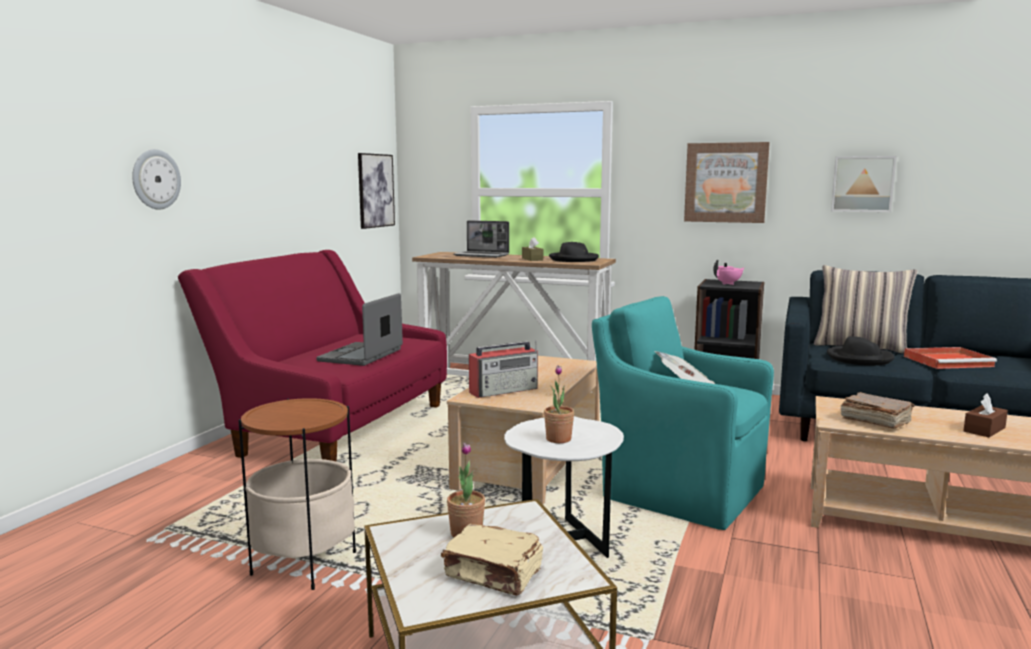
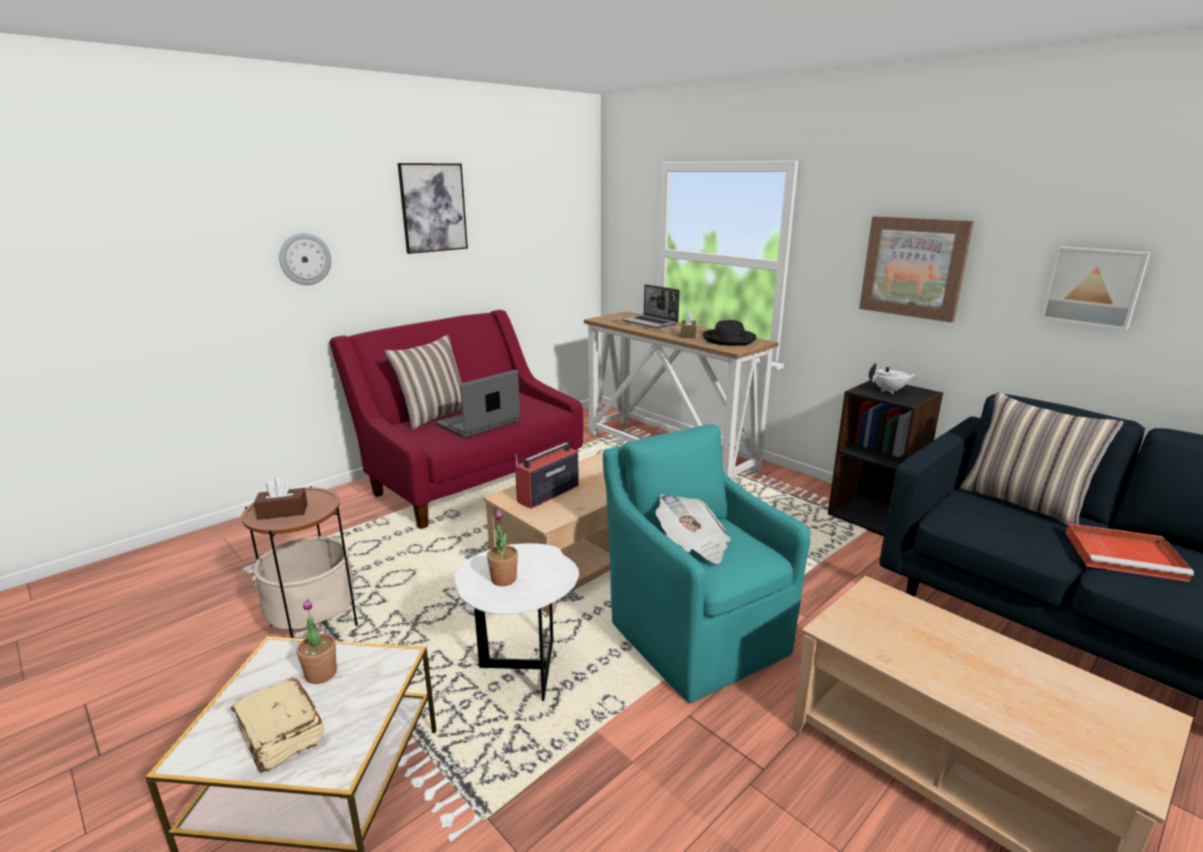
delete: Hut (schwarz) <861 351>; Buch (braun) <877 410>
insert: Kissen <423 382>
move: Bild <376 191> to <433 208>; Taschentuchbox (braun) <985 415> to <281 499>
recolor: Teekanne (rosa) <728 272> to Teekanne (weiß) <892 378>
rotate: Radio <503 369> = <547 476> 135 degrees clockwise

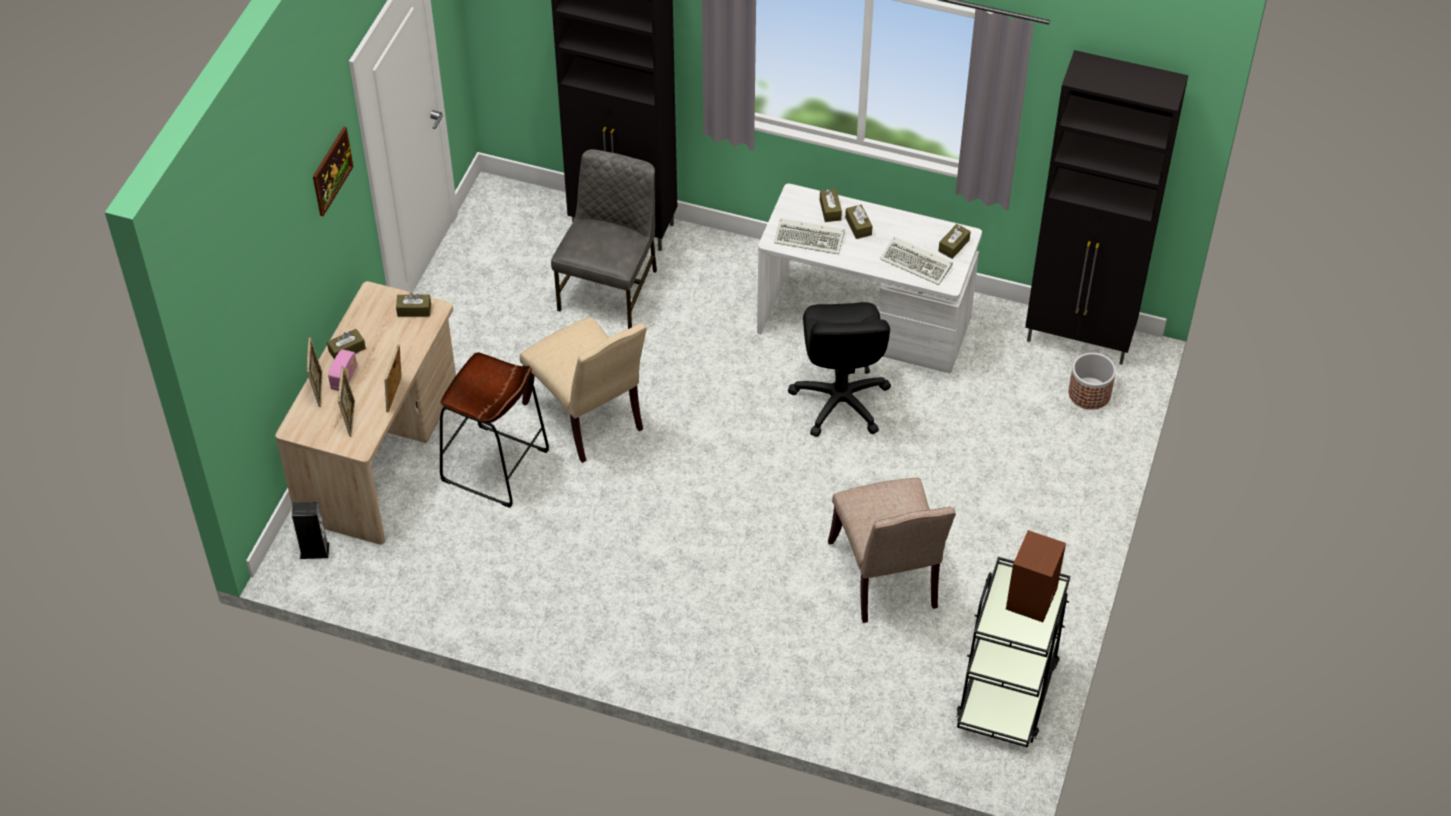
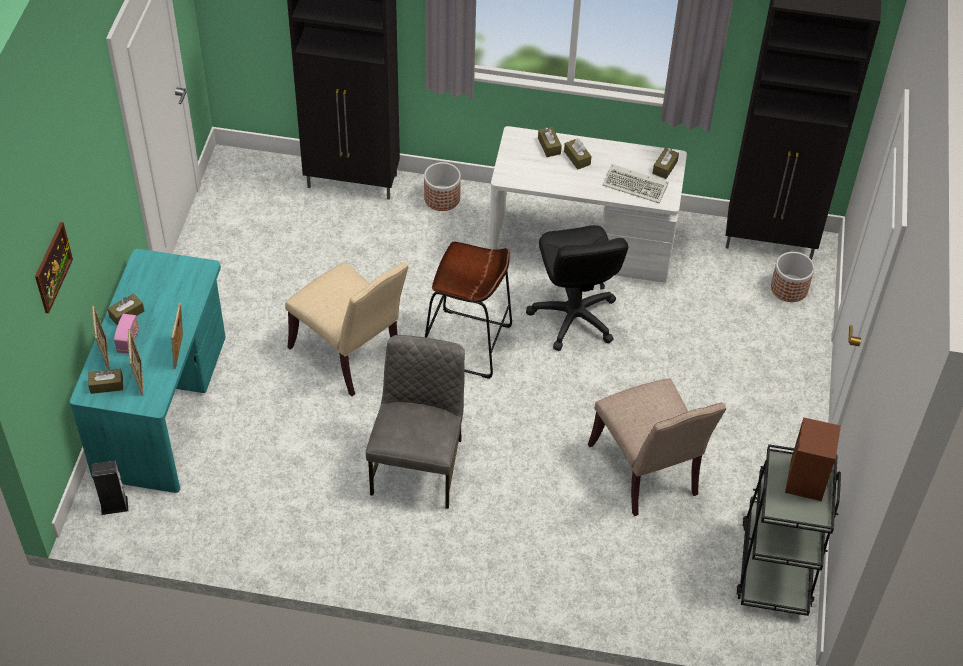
delete: Tastatur <809 236>
insert: Pflanzkübel <442 186>
move: Bild <333 171> to <54 268>; Taschentuchbox (braun) <413 305> to <105 381>; Hocker (braun) <494 430> to <468 310>; Stuhl (grau) <604 239> to <415 422>
recolor: Schreibtisch (beige) <365 413> to Schreibtisch (türkis) <148 371>

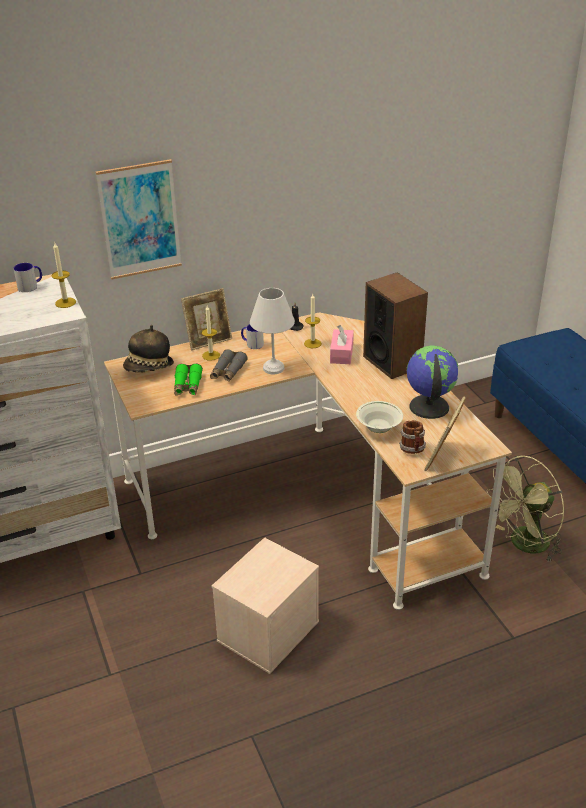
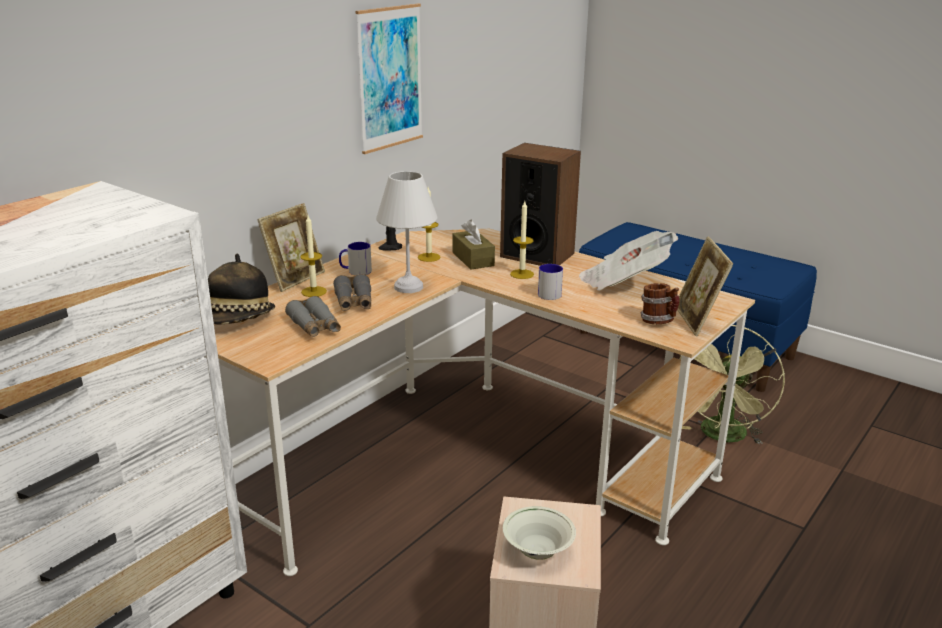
move: Henkelbecher <27 277> to <550 282>; Kerze <64 275> to <522 240>; Bild <139 219> to <389 79>; Schüssel (weiß) <379 417> to <539 533>
replace: Globus <432 382> to Zeitung <628 261>
recolor: Fernglas (grün) <188 379> to Fernglas (grau) <313 316>; Taschentuchbox (rosa) <342 344> to Taschentuchbox (braun) <473 245>

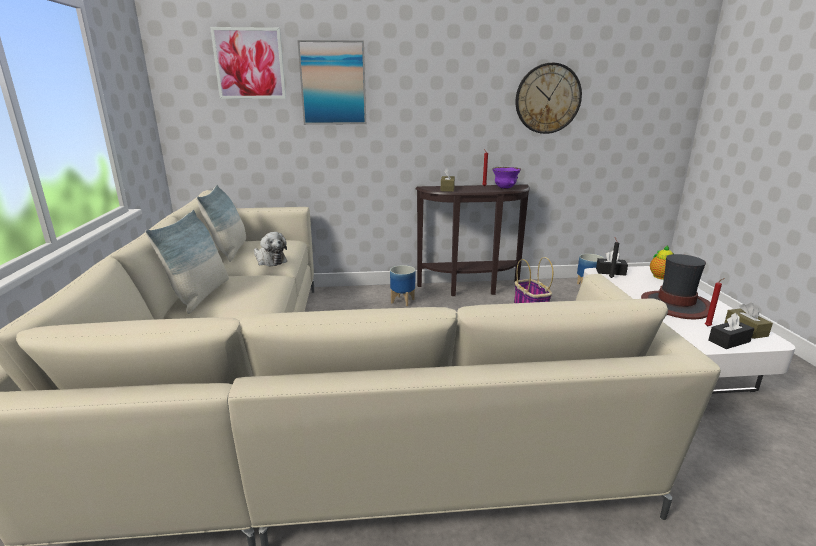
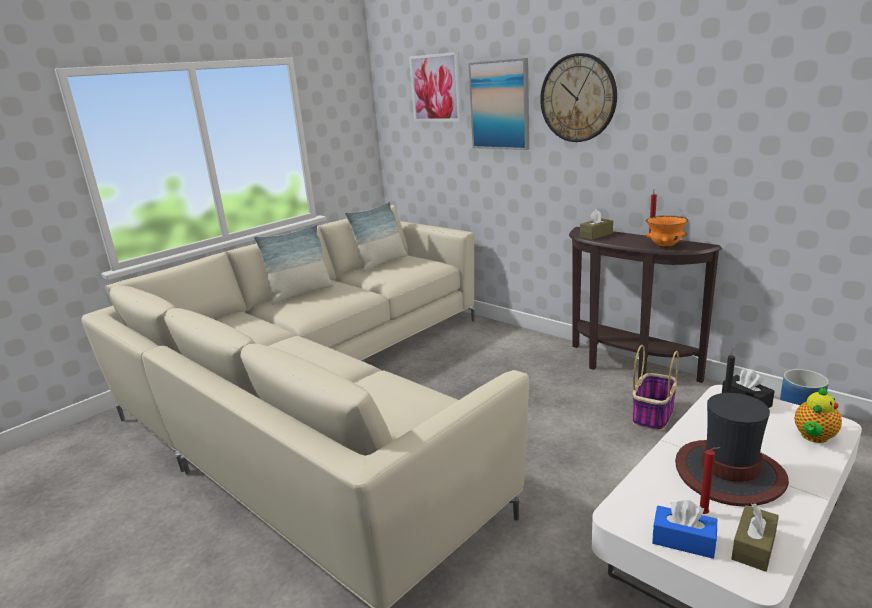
delete: Plüschtier <270 249>; Pflanzkübel <402 285>
move: Wanduhr <548 98> to <578 97>
recolor: Schüssel (lila) <506 178> to Schüssel (orange) <666 231>; Taschentuchbox (schwarz) <731 331> to Taschentuchbox (blau) <684 529>

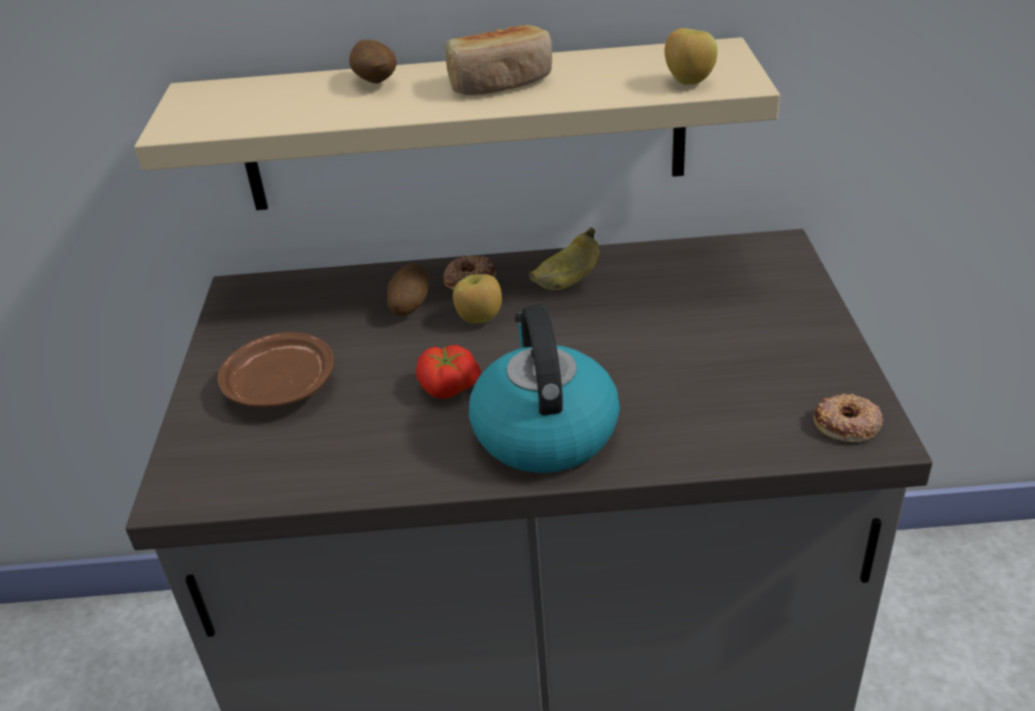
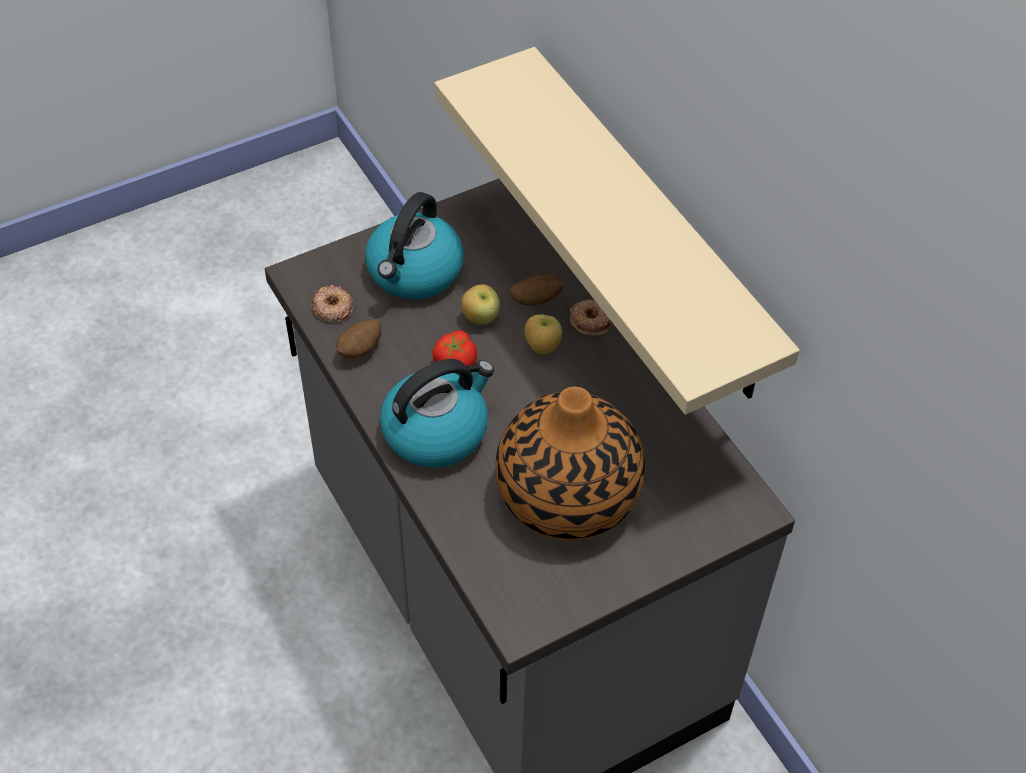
delete: Brot <499 60>; Banane <564 258>
insert: Vase <570 463>
move: Kartoffel <373 62> to <358 338>; Apfel <690 56> to <480 304>; Donut <848 418> to <332 304>
replace: Teller (braun) <275 370> to Wasserkessel <414 246>

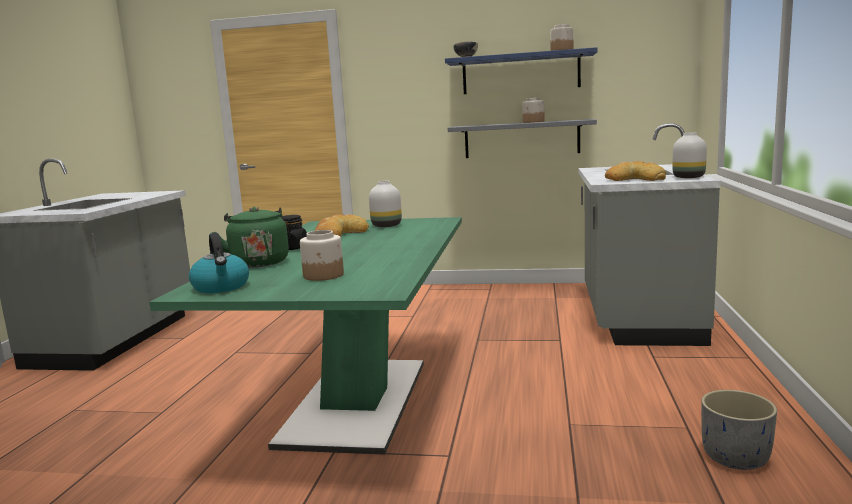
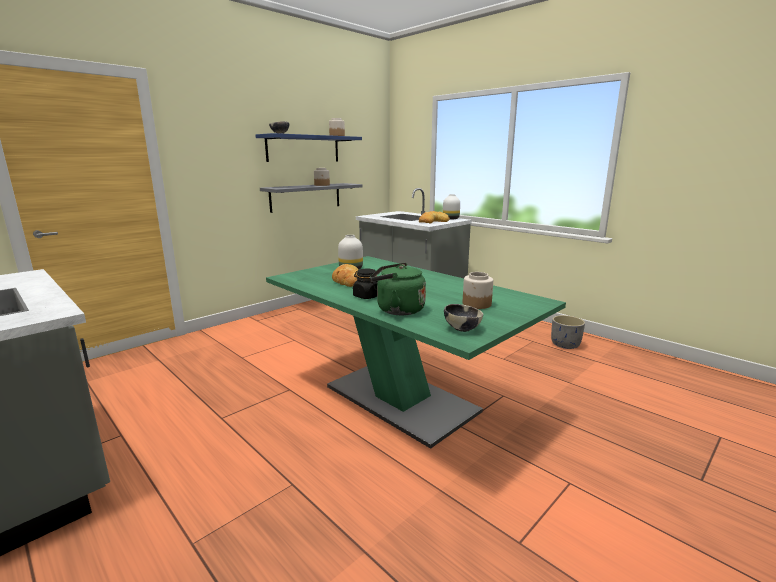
replace: Wasserkessel <219 263> to Schüssel <463 318>

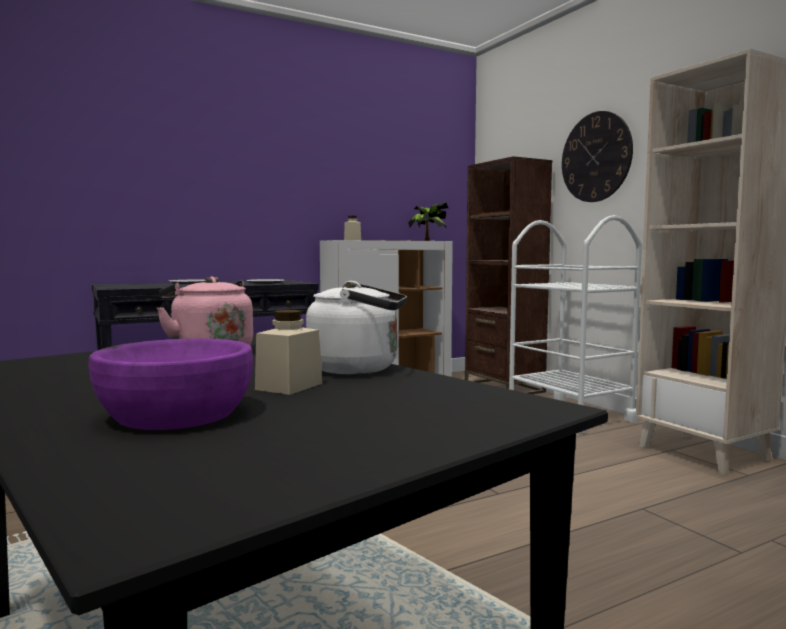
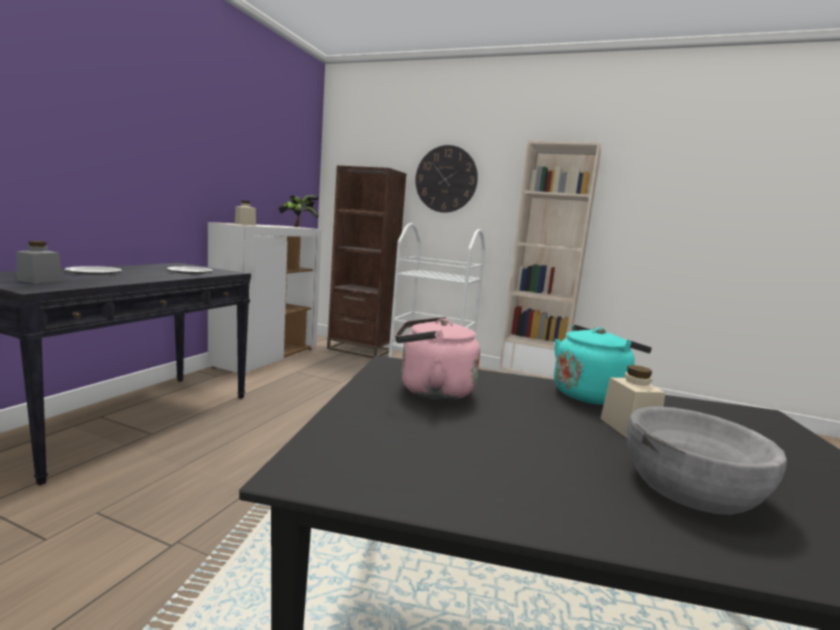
insert: Vorratsglas (grau) <39 262>
recolor: Schüssel (lila) <171 384> to Schüssel (grau) <707 460>; Wasserkessel (weiß) <356 327> to Wasserkessel (türkis) <603 365>

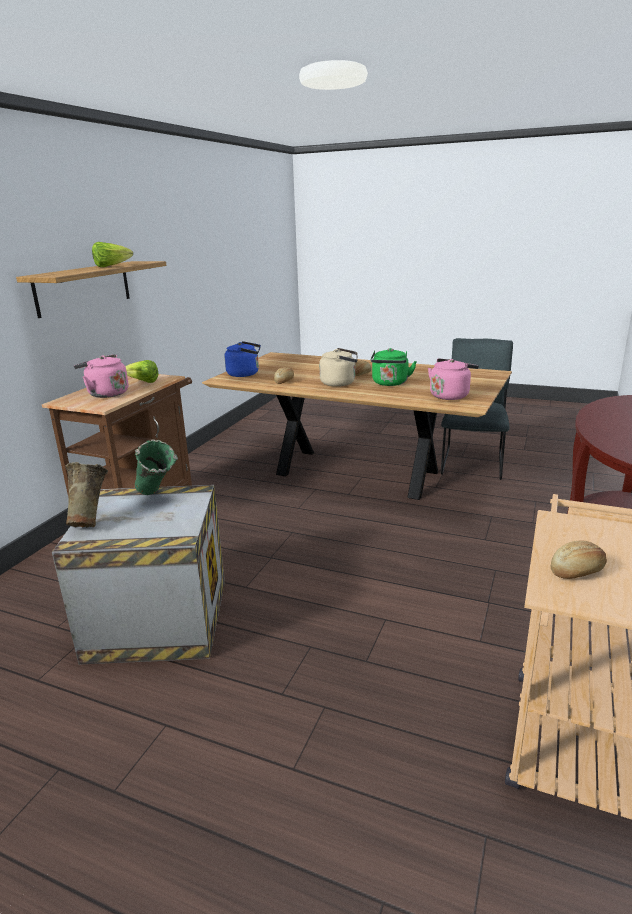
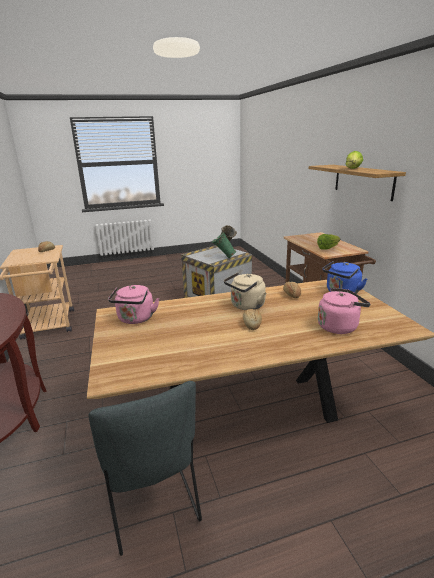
delete: Wasserkessel (grün) <394 367>
move: Wasserkessel (rosa) <101 376> to <344 311>

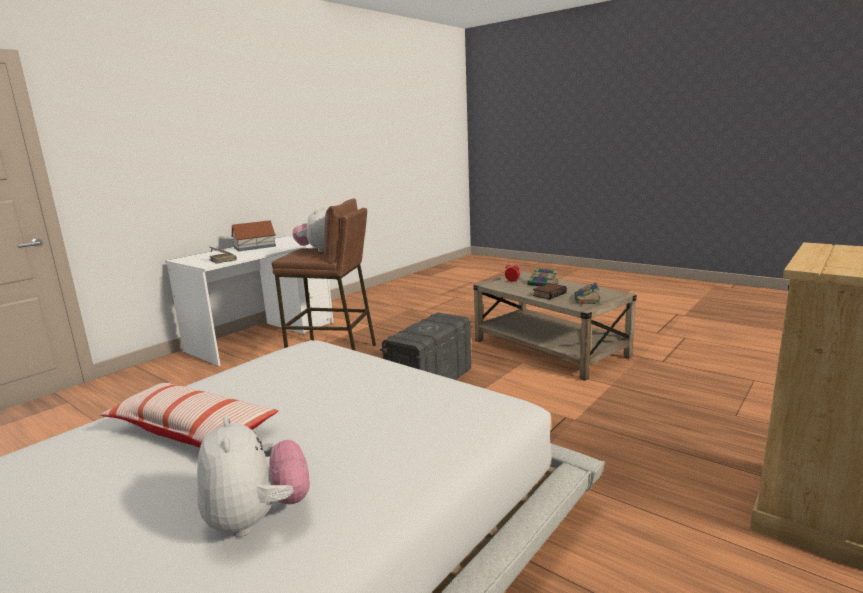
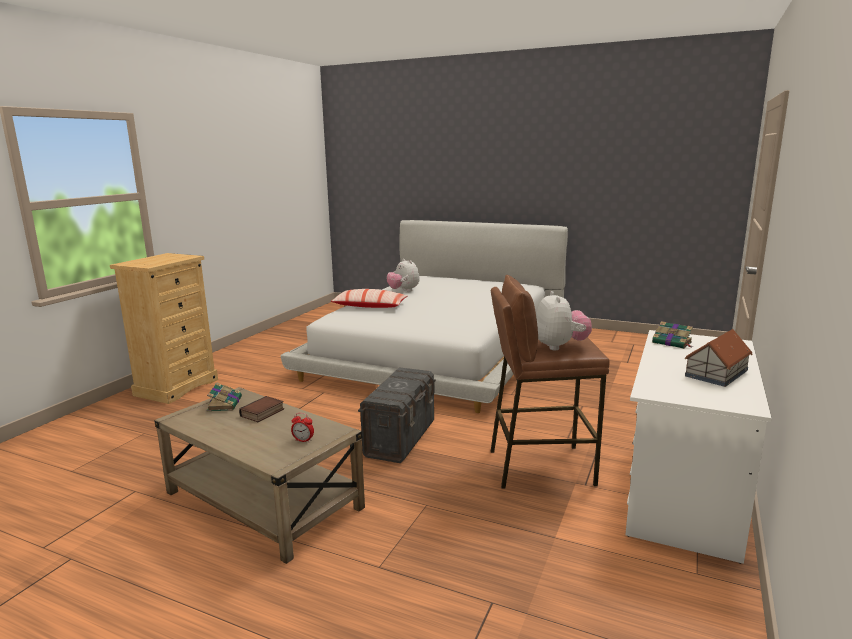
delete: Buch <543 277>
move: Kissen <189 415> to <369 298>

